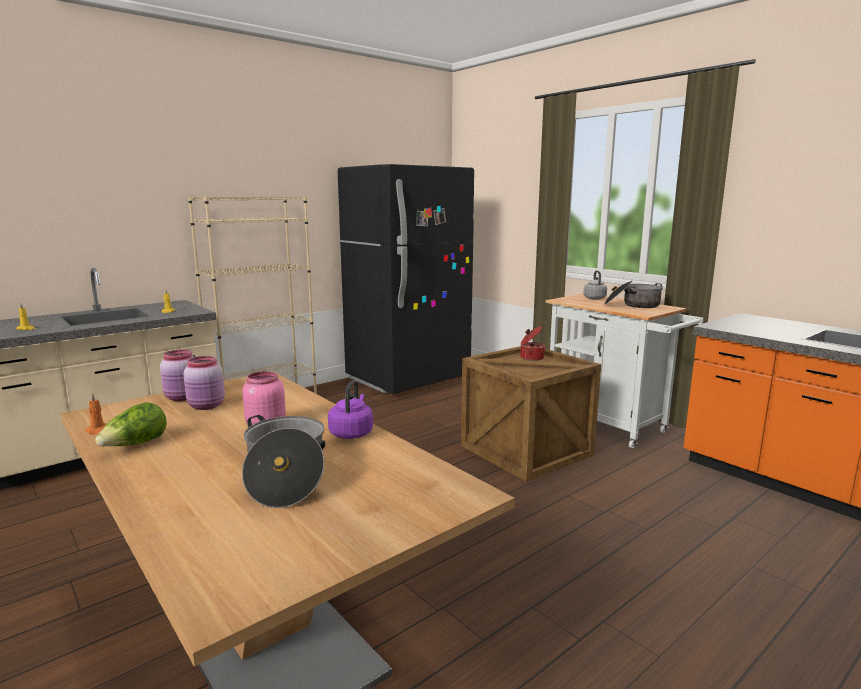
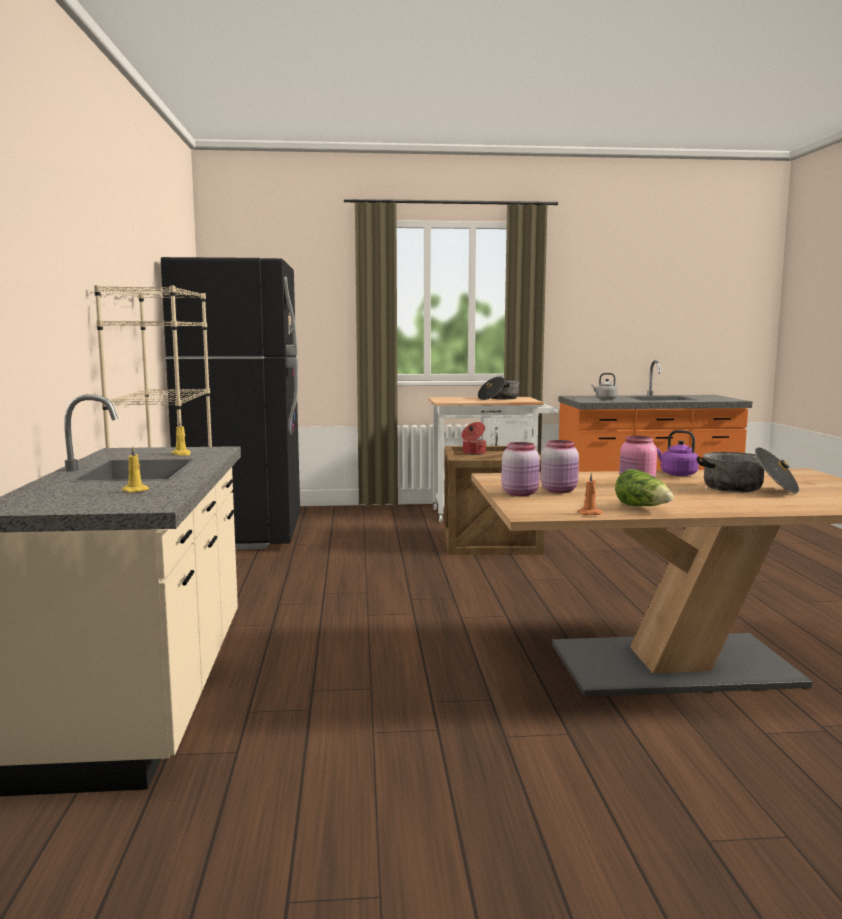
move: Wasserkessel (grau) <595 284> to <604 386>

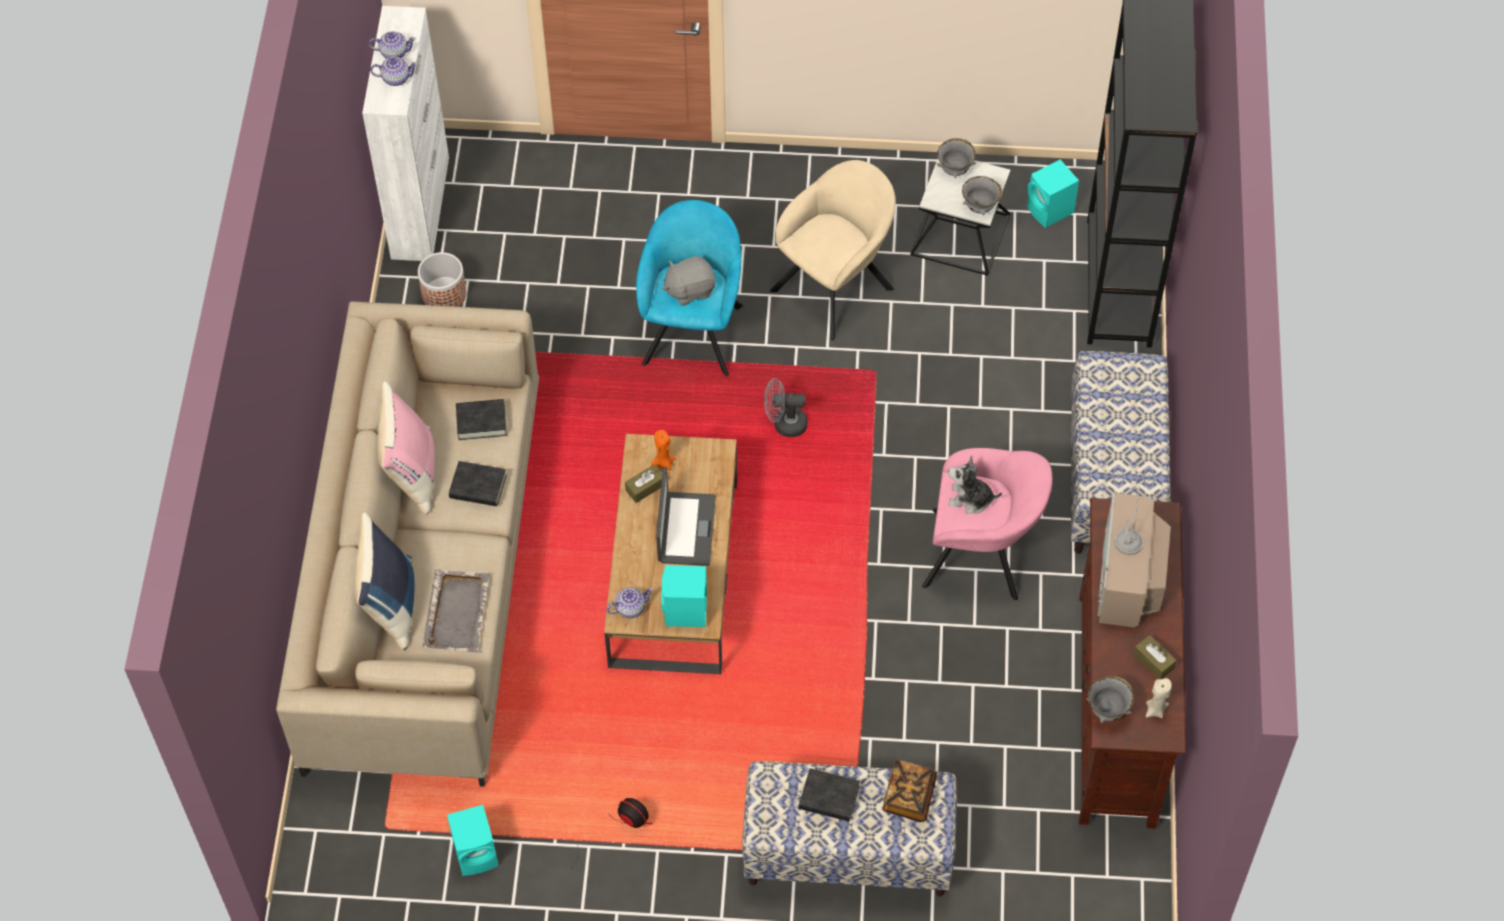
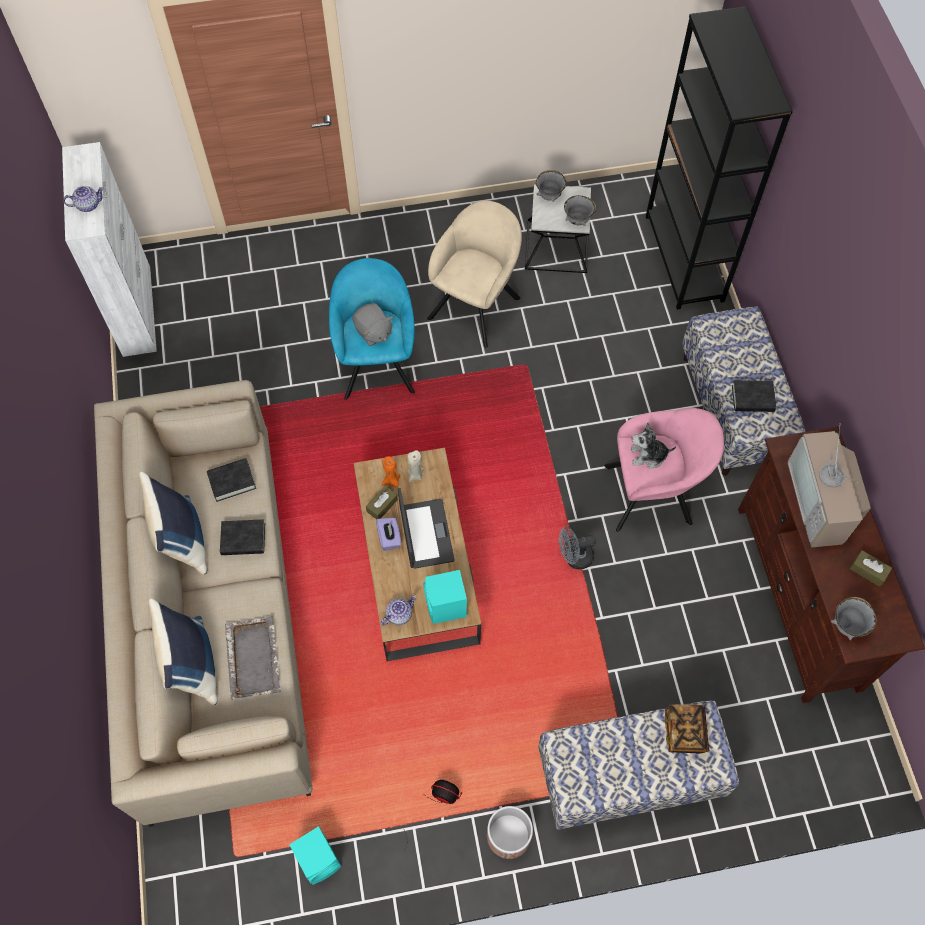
delete: Teekanne <392 45>; Lautsprecher (türkis) <1053 193>
insert: Taschentuchbox (lila) <388 534>
move: Pflanzkübel <442 279> to <510 832>; Ventilator (grau) <785 407> to <577 548>; Buch (schwarz) <829 794> to <754 396>; Kerze (beige) <1159 698> to <415 466>
recolor: Kissen (rosa) <406 448> to Kissen (blau) <173 523>
rotate: Plüschtier (grau) <689 281> = <372 324> 90 degrees counterclockwise

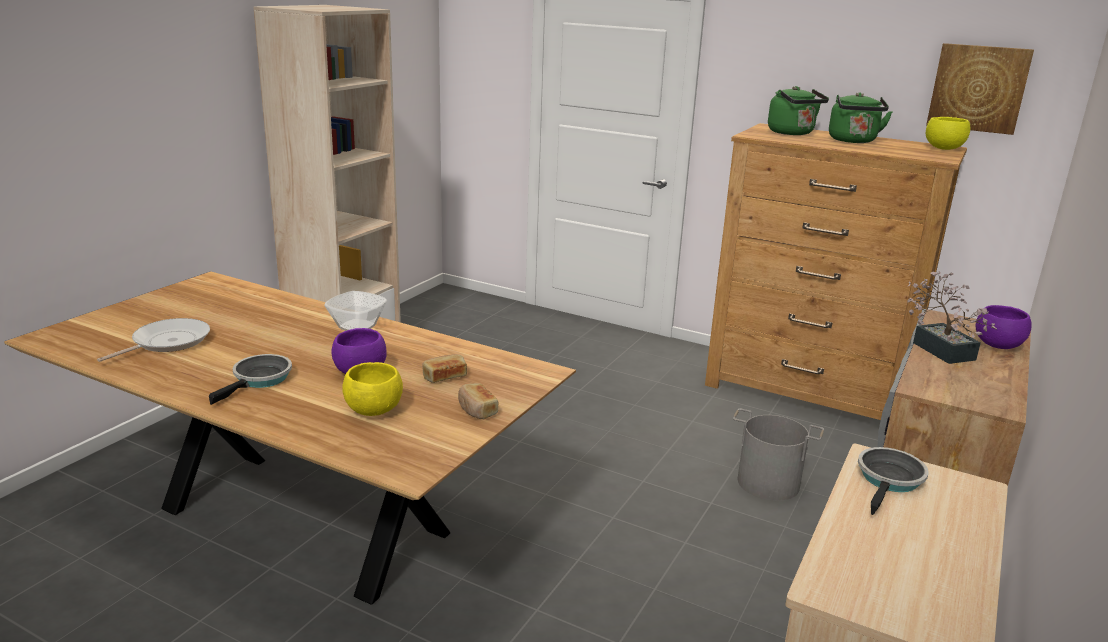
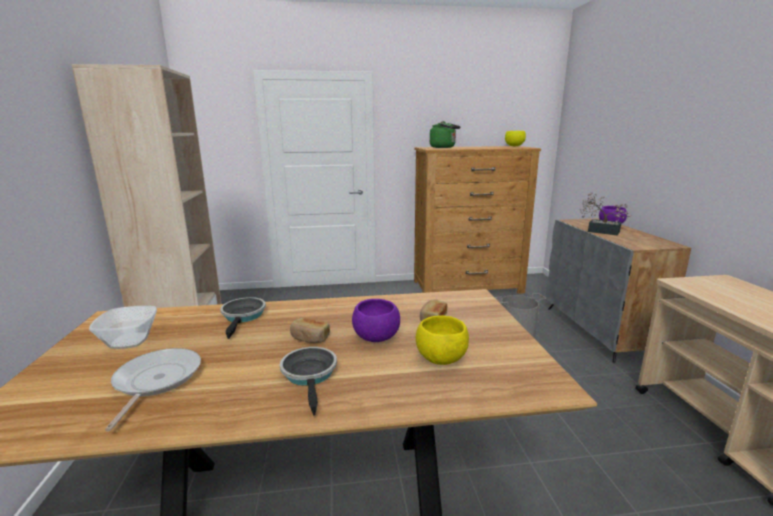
delete: Wasserkessel (grün) <861 118>; Bild <980 89>
move: Schüssel <355 311> to <123 327>; Brot <478 401> to <310 330>; Pfanne <893 481> to <243 318>

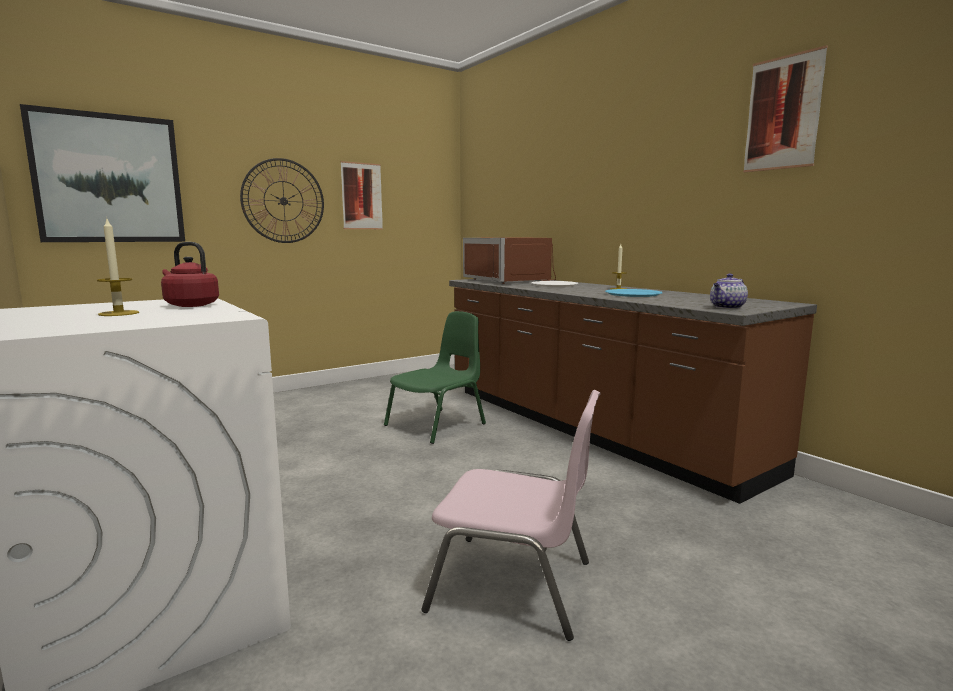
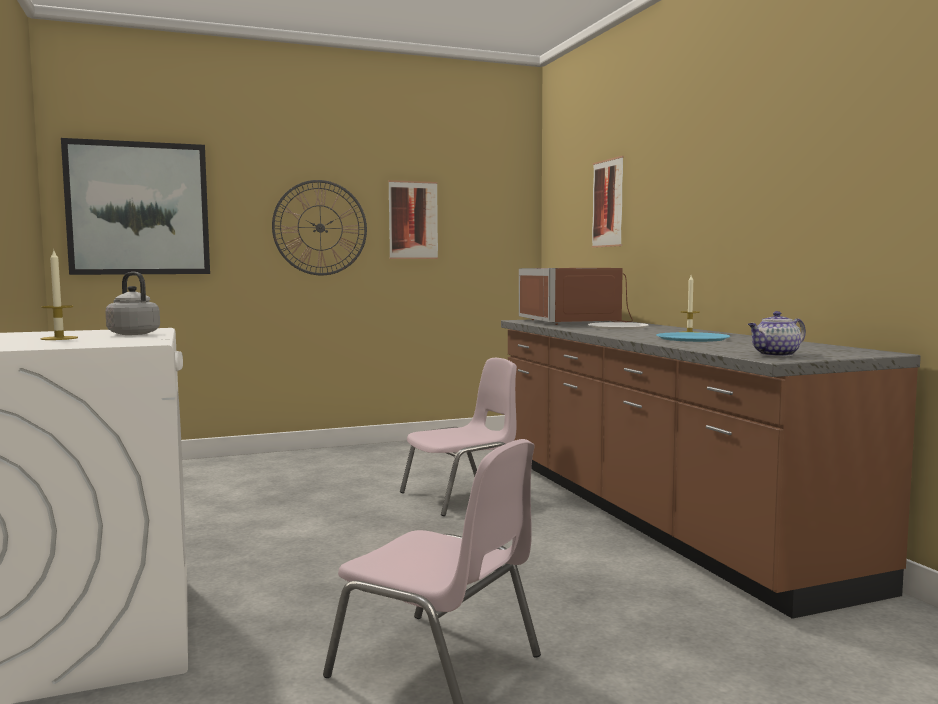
move: Bild <785 108> to <608 202>
recolor: Wasserkessel (rot) <190 274> to Wasserkessel (grau) <132 303>; Stuhl (grün) <435 377> to Stuhl (rosa) <458 437>

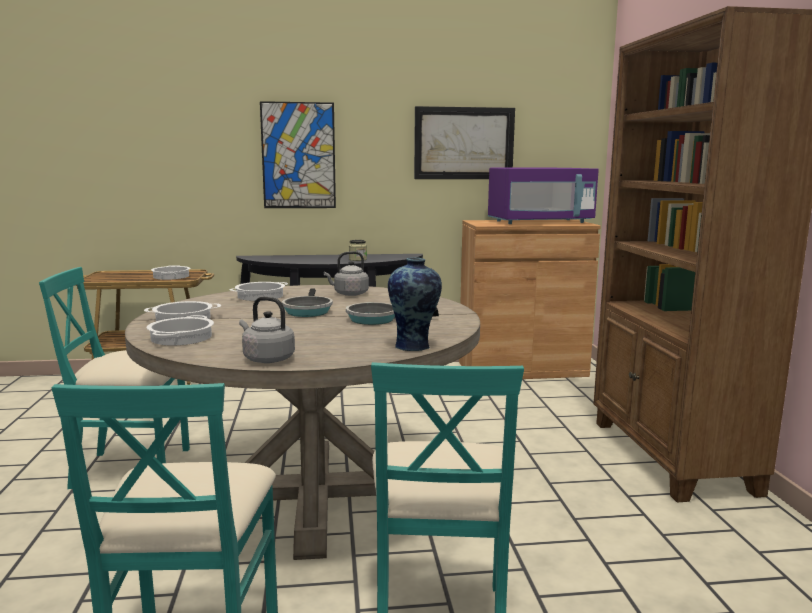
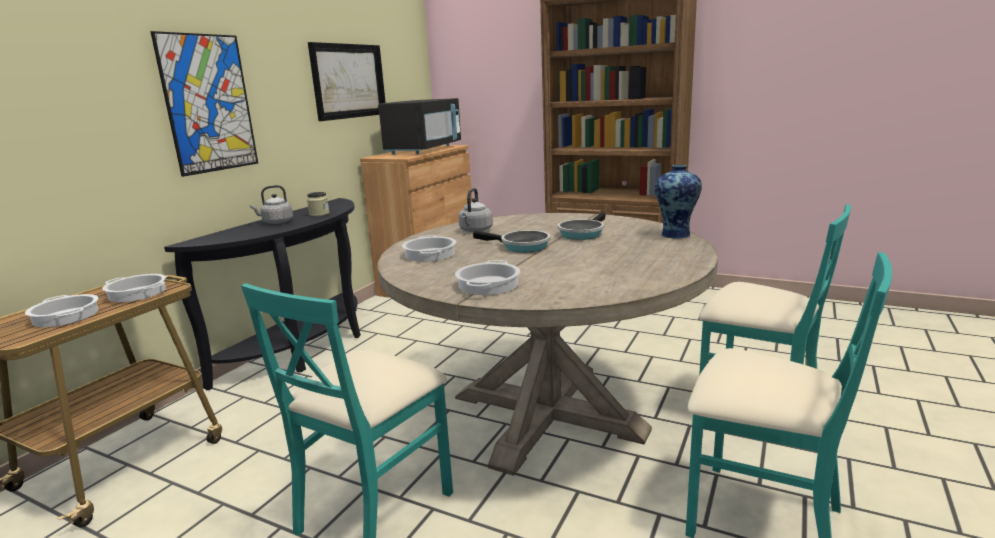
move: Kochtopf <180 330> to <62 310>; Wasserkessel (grau) <267 330> to <271 204>
recolor: Mikrowelle (lila) <543 195> to Mikrowelle (schwarz) <419 126>

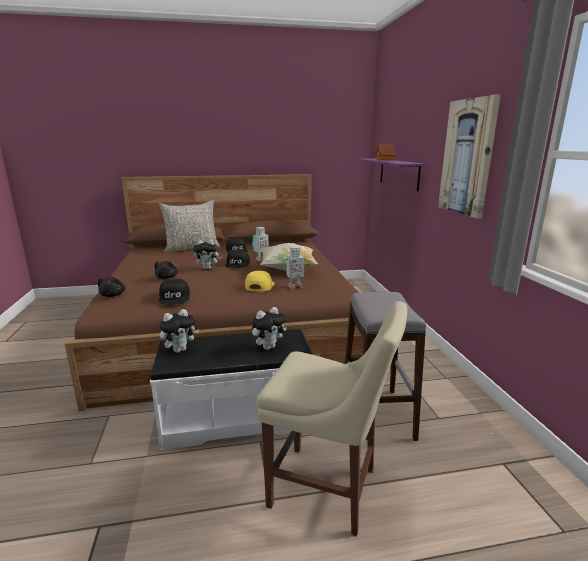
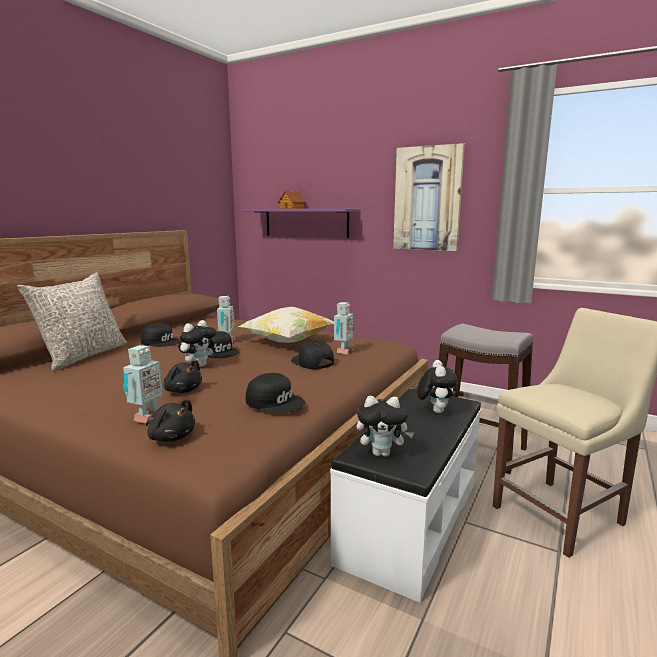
insert: Spielzeugroboter <143 384>
recolor: Kappe (gelb) <259 281> to Kappe (schwarz) <312 355>
rotate: Plüschtier <179 331> = <385 426> 90 degrees clockwise

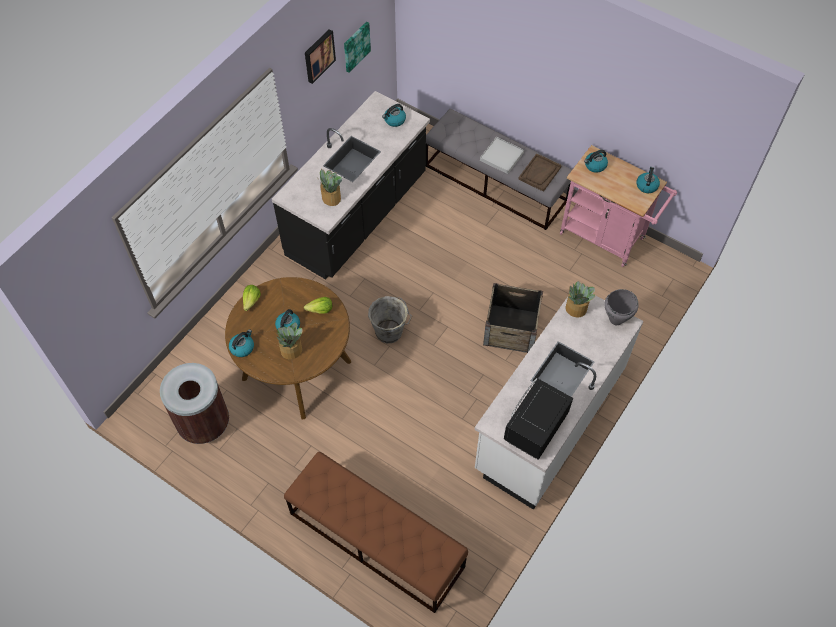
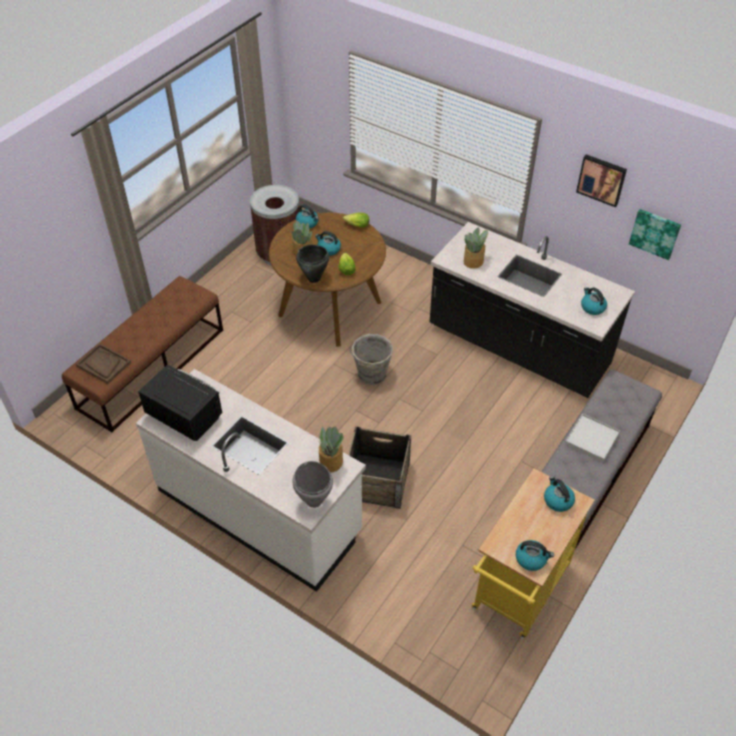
insert: Kochtopf (schwarz) <312 264>
move: Tablett (braun) <540 172> to <103 363>
recolor: Rollwagen (rosa) <618 206> to Rollwagen (gelb) <532 553>

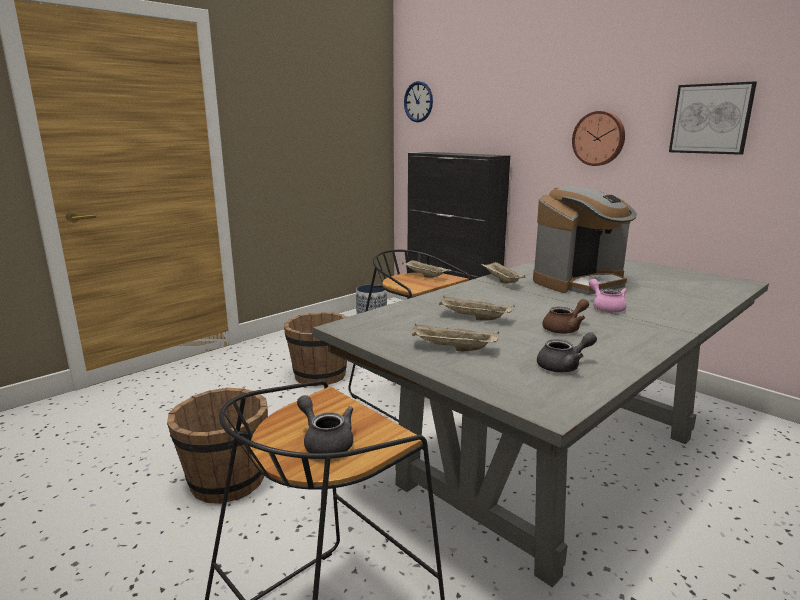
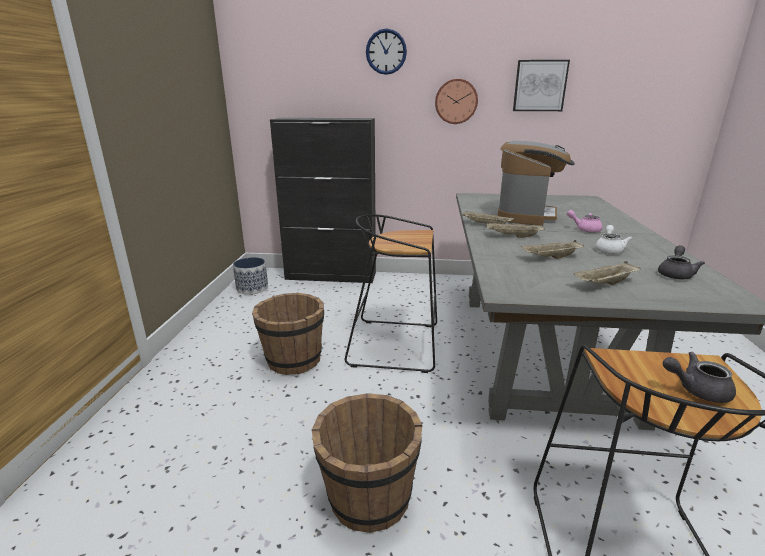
move: Tablett (beige) <425 269> to <516 230>; Wanduhr <418 101> to <386 52>
recolor: Teekanne (braun) <565 316> to Teekanne (weiß) <613 239>

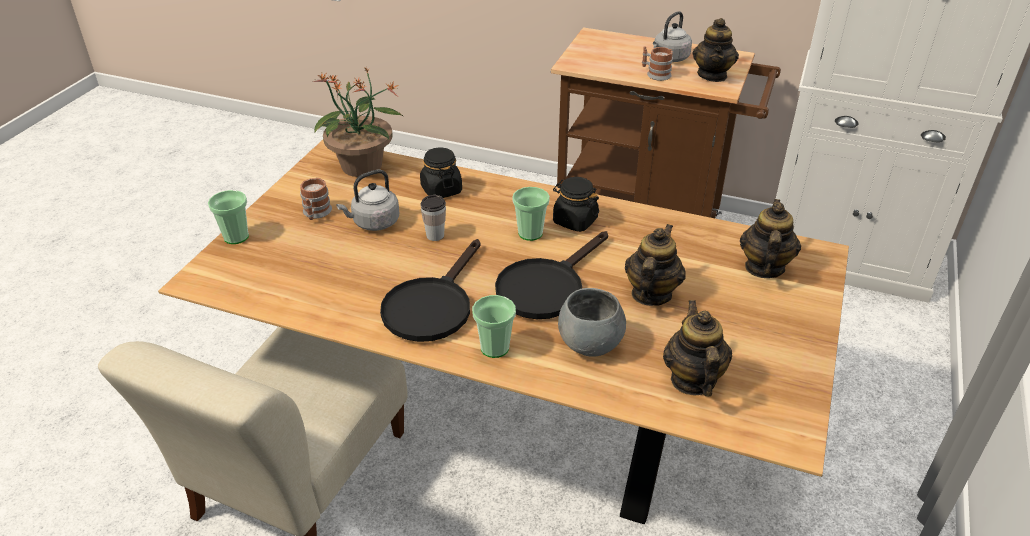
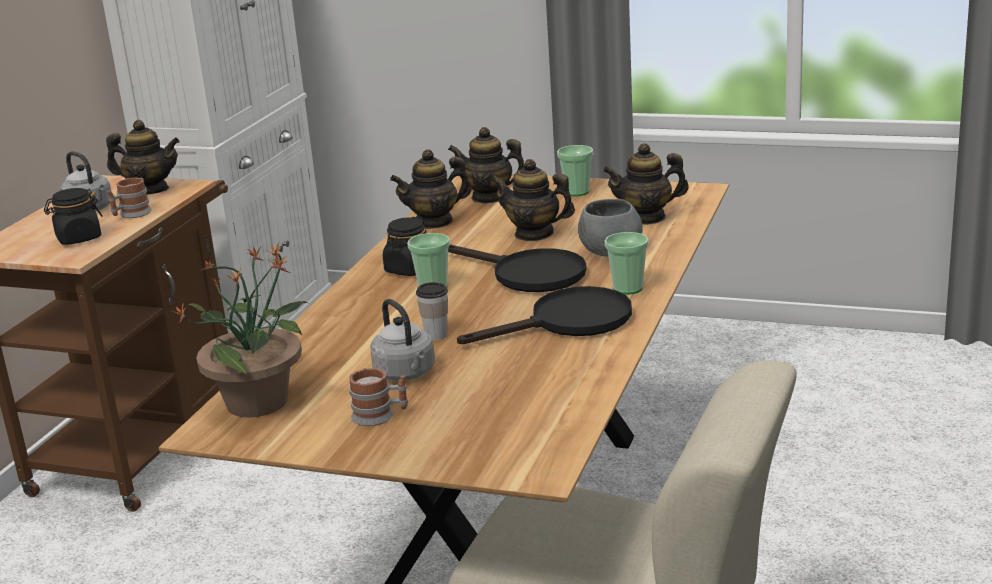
insert: Teekanne <431 189>
move: Tasse <228 217> to <575 170>; Vorratsglas (schwarz) <441 173> to <73 216>
rotate: Pfanne (schwarz) <430 290> = <544 315> 45 degrees counterclockwise

